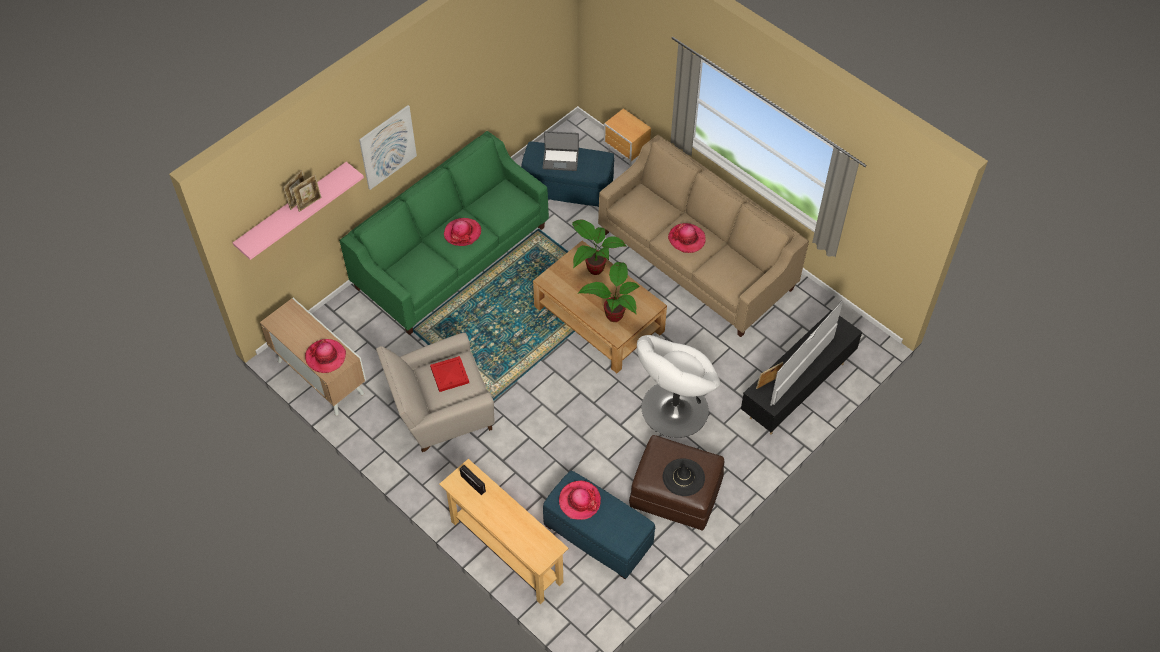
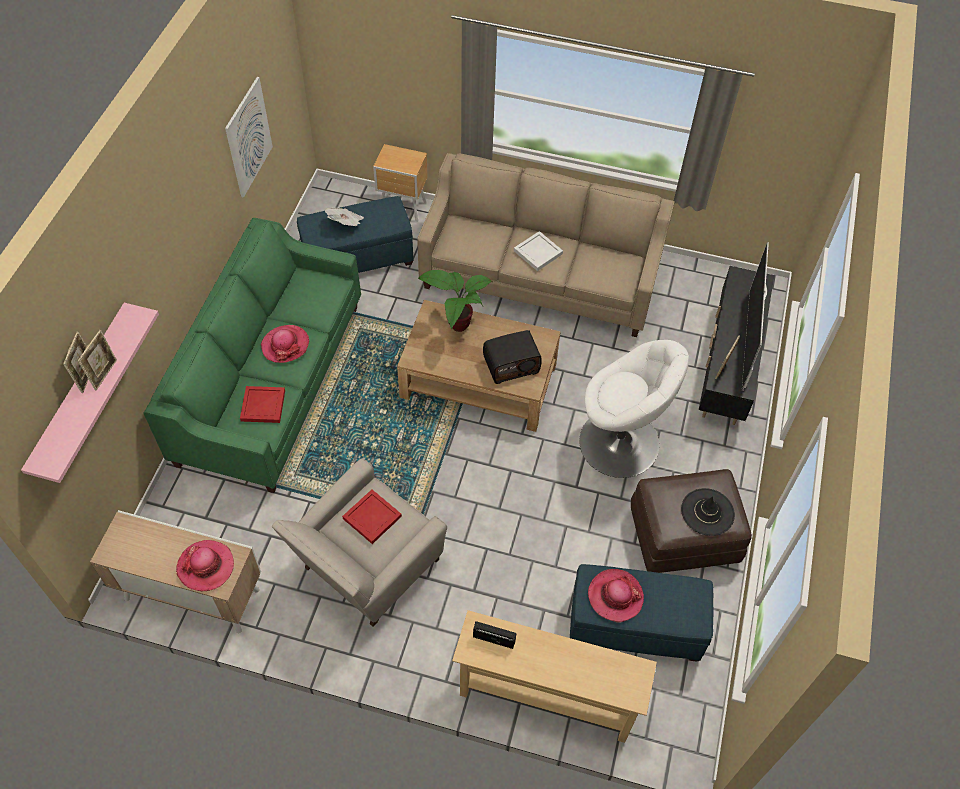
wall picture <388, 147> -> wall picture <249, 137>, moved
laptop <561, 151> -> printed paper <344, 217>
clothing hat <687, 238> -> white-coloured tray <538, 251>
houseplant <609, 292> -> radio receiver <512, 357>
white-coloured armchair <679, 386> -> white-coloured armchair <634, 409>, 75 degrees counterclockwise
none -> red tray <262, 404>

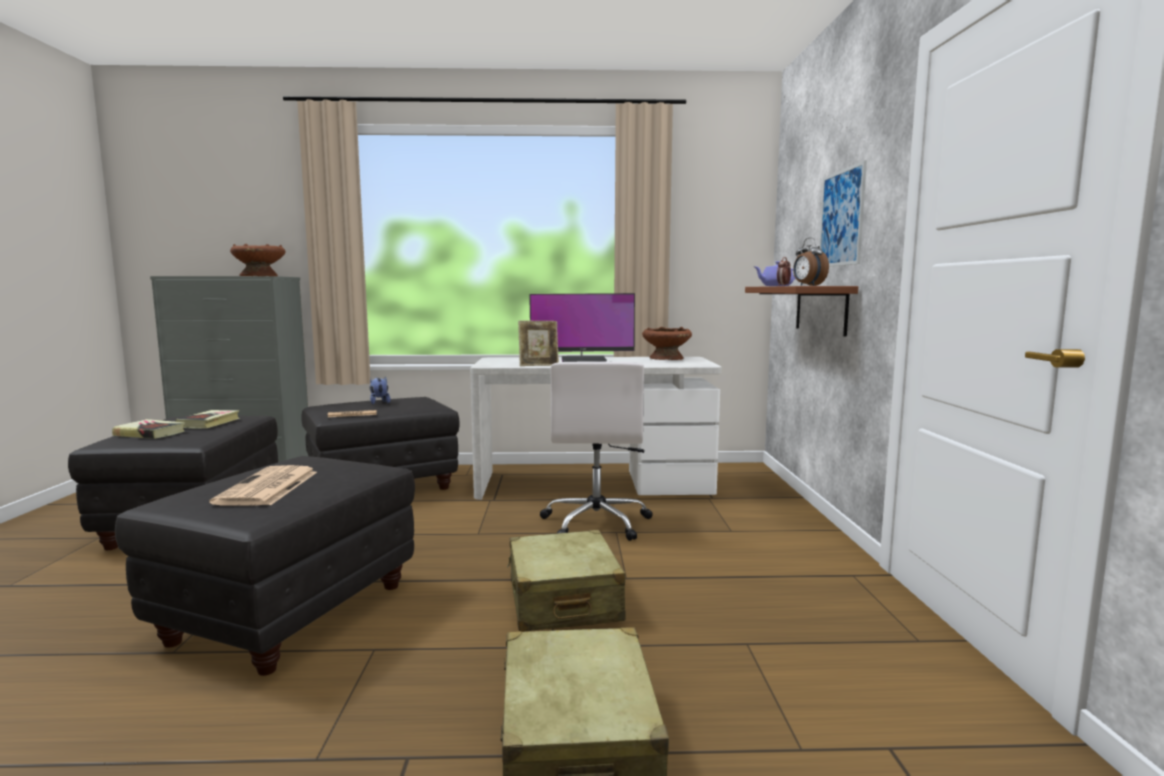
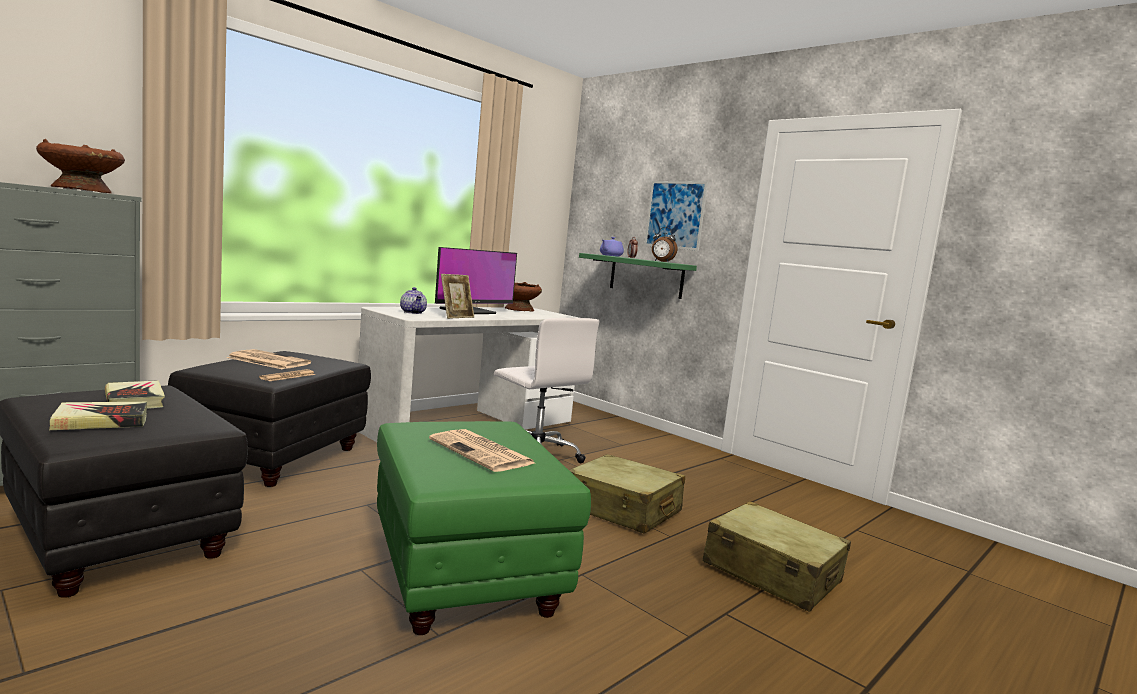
brownish wall shelf <801, 311> -> greenish wall shelf <638, 276>
soft toy <380, 390> -> printed paper <269, 359>
blackish pouffe <265, 566> -> greenish pouffe <484, 528>
none -> pot for tea <413, 300>

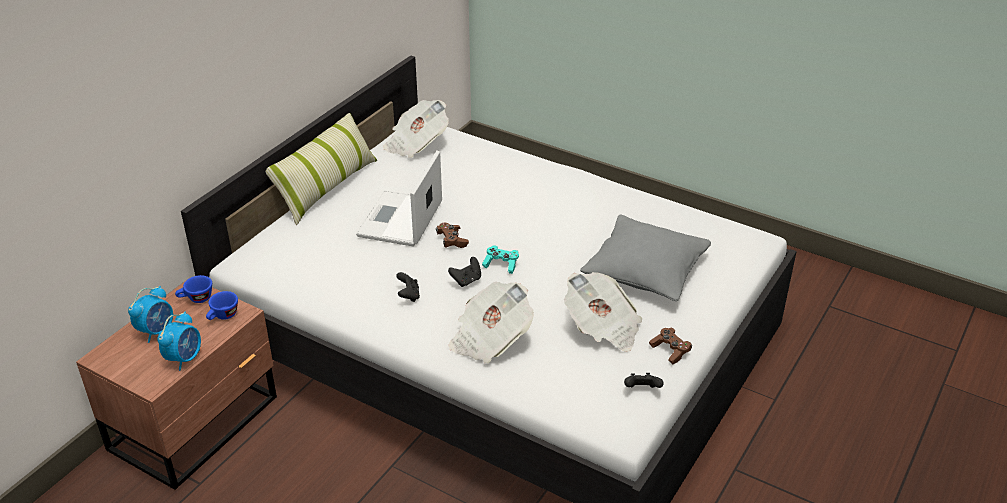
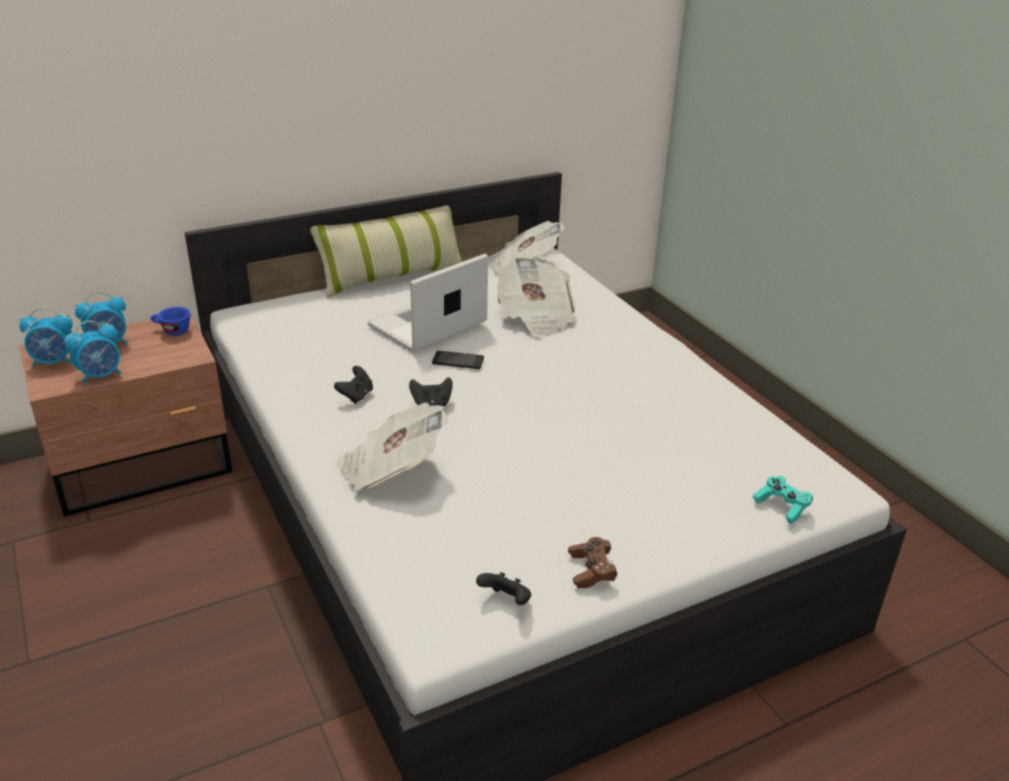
greyish pillow <645, 257> -> none
brownish game controller <452, 235> -> handset <458, 360>
blue-green game controller <500, 259> -> blue-green game controller <783, 500>, moved
printed paper <603, 312> -> printed paper <536, 297>, moved
bluish small cup <222, 305> -> none
none -> table clock <46, 337>

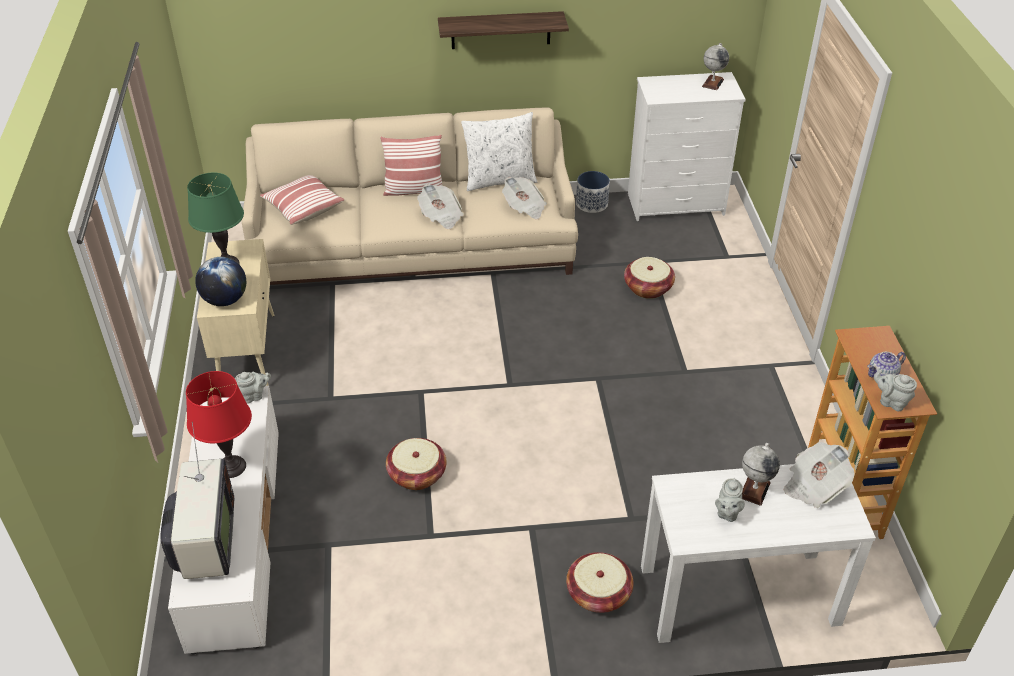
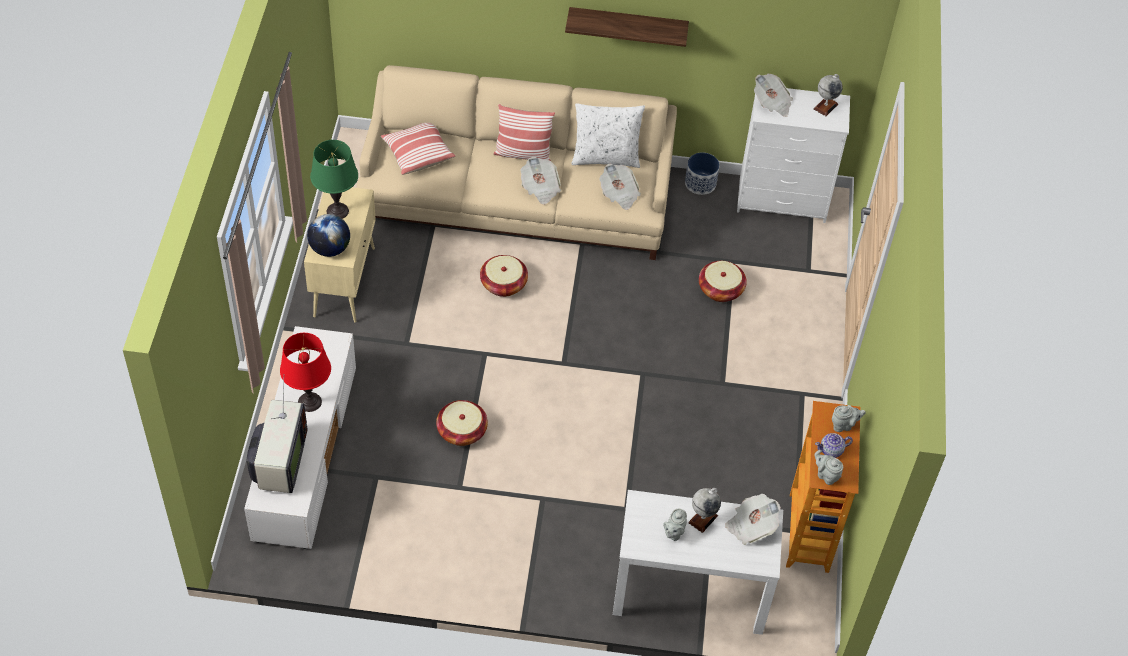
greyish pot for tea <253, 388> -> greyish pot for tea <849, 418>, moved
household basket <600, 582> -> household basket <504, 276>, moved
none -> printed paper <773, 95>

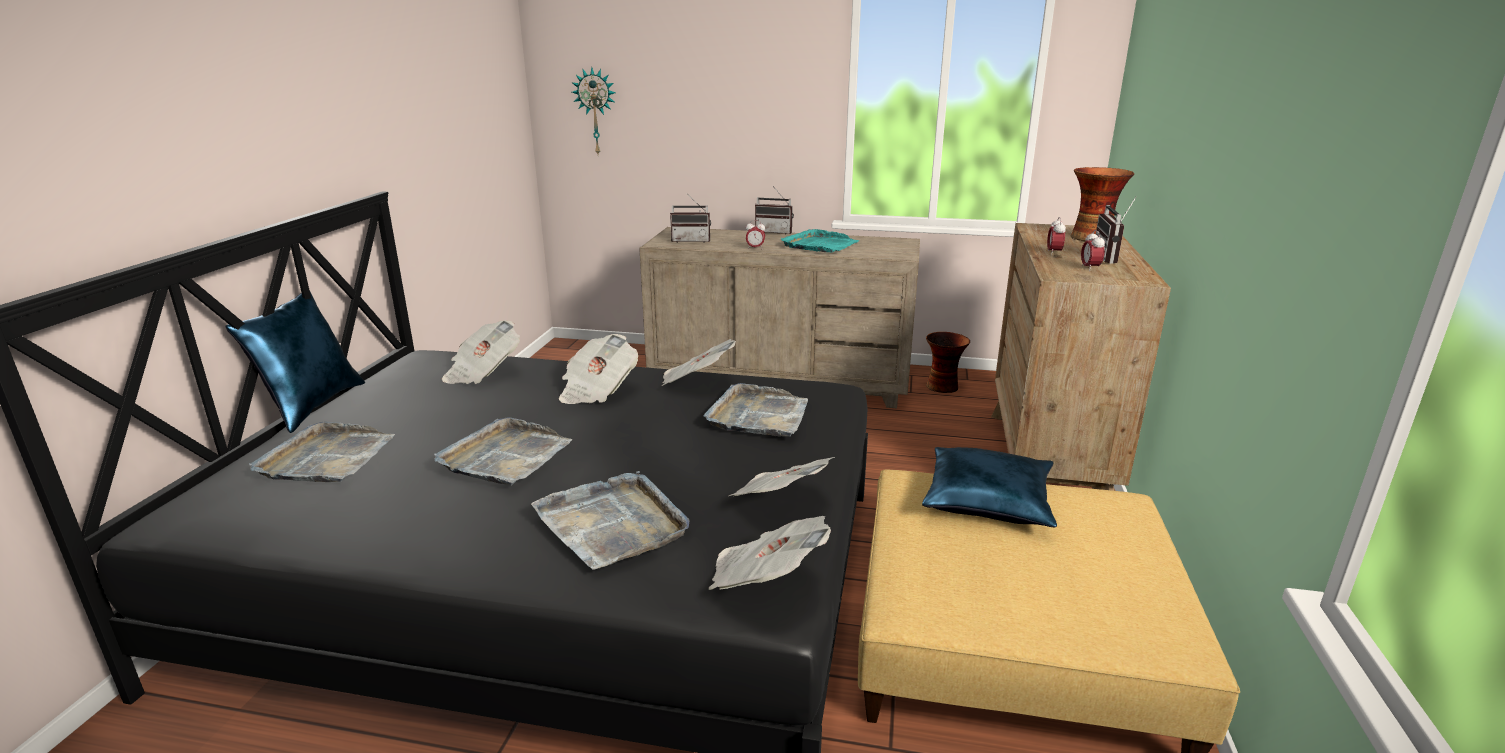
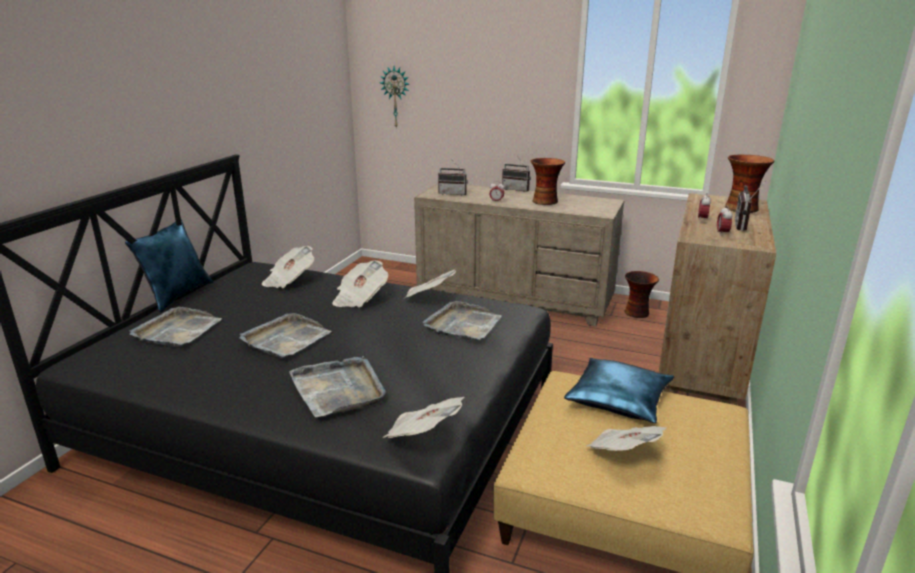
blue-green tray <820, 241> -> flower vase <548, 181>
printed paper <782, 476> -> printed paper <627, 438>, moved

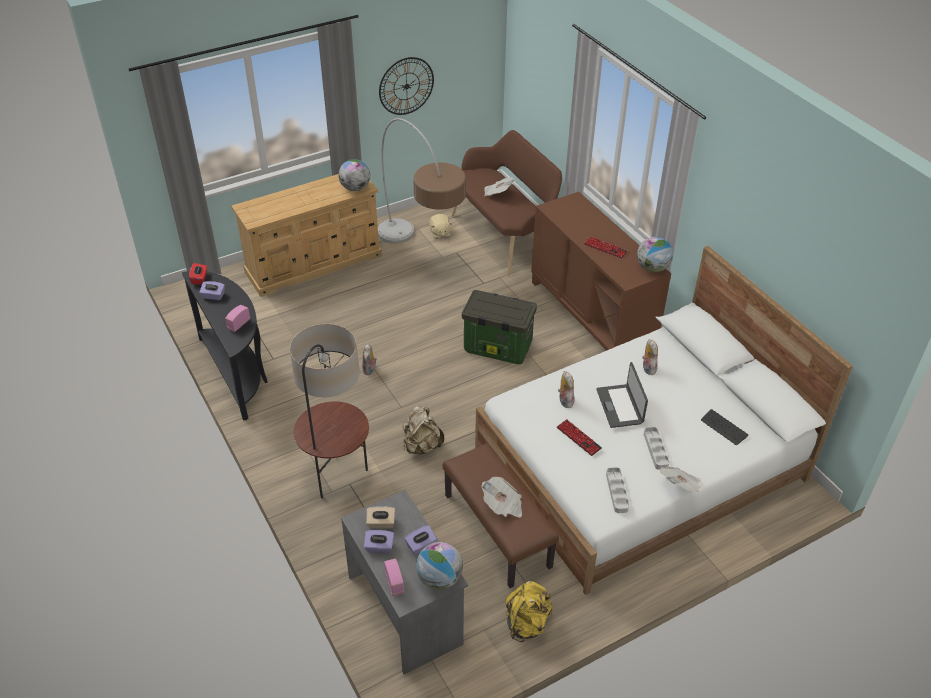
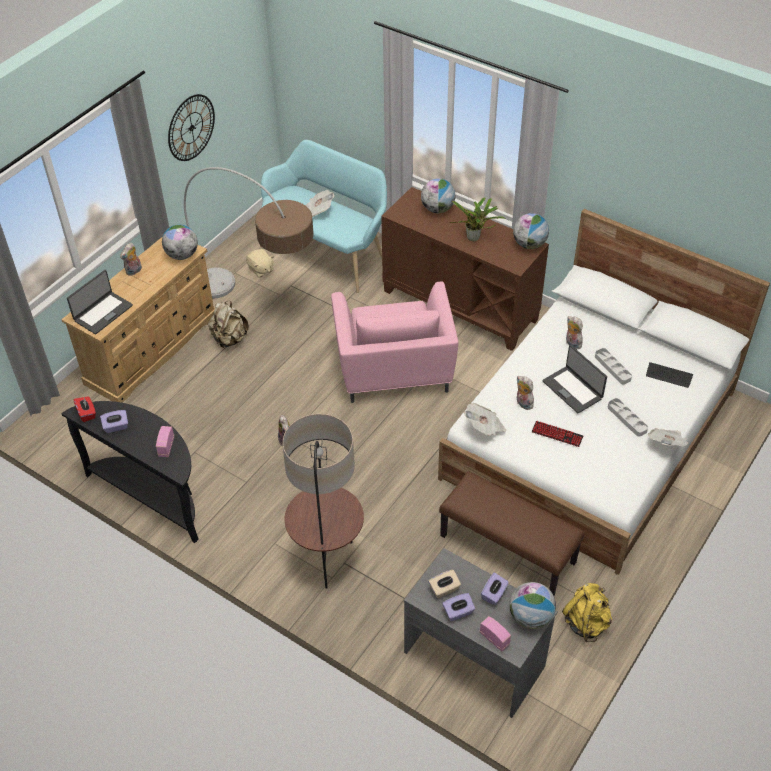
brownish indoor bench <506, 203> -> blue-green indoor bench <323, 216>
computer keyboard <606, 247> -> houseplant <477, 219>
storage box <499, 327> -> pink-coloured armchair <394, 342>
beige rucksack <423, 430> -> beige rucksack <228, 324>, moved
greyish tray <617, 490> -> greyish tray <613, 366>, moved
printed paper <502, 497> -> printed paper <485, 419>, moved
none -> desk globe <438, 195>
none -> soft toy <131, 259>
none -> laptop <100, 302>

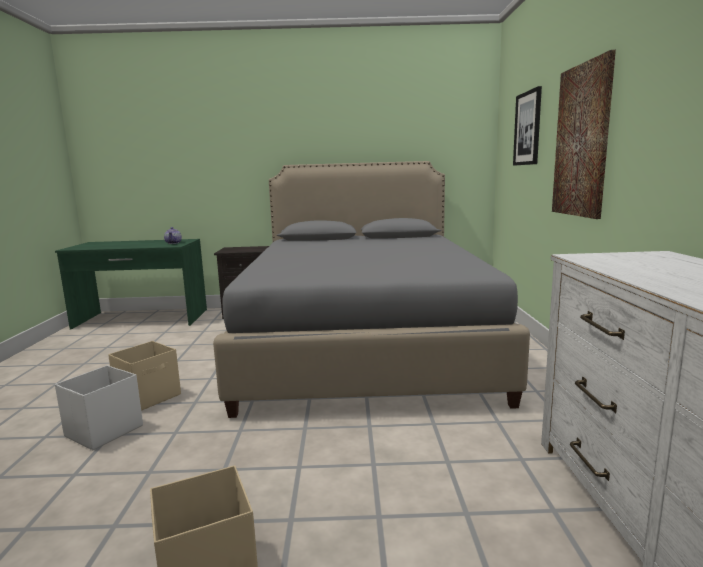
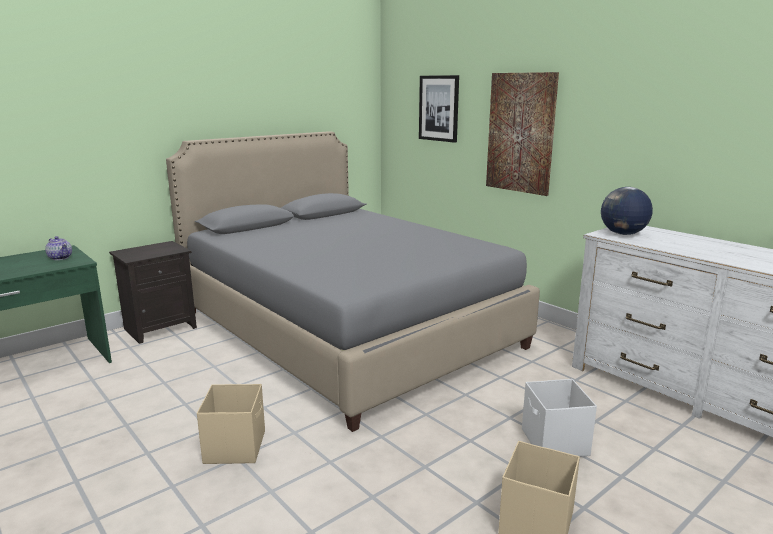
white-coloured storage box <99, 407> -> white-coloured storage box <559, 418>, moved
none -> desk globe <627, 211>

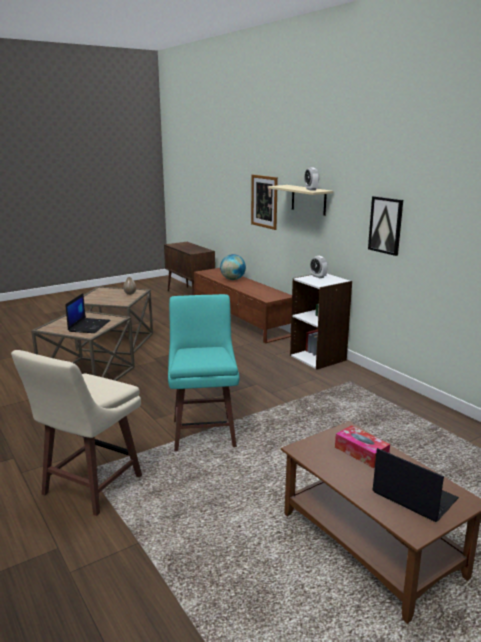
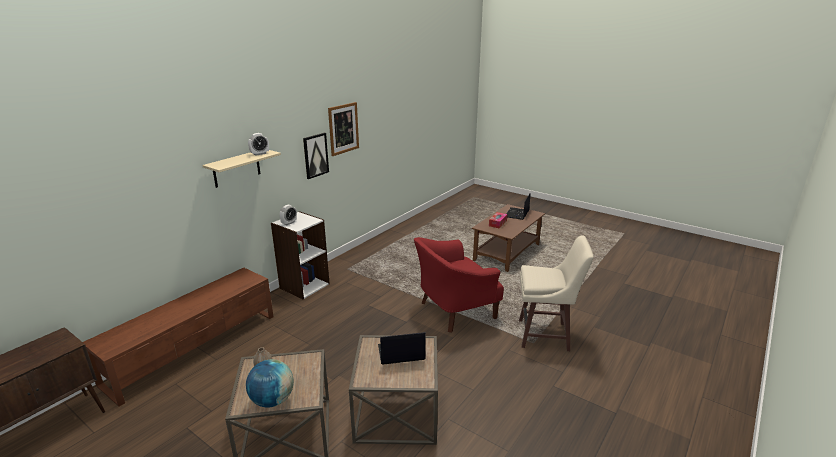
wall picture <264, 202> -> wall picture <343, 129>, moved
desk globe <233, 267> -> desk globe <270, 383>, moved
blue-green sitting stool <203, 372> -> red armchair <459, 285>

